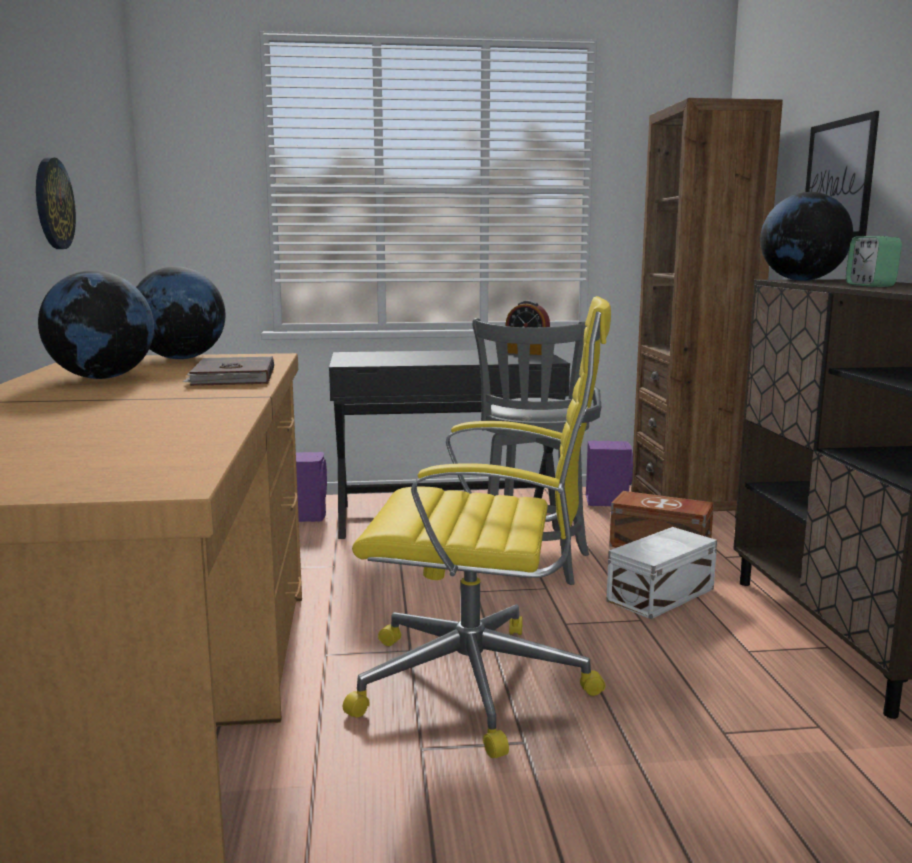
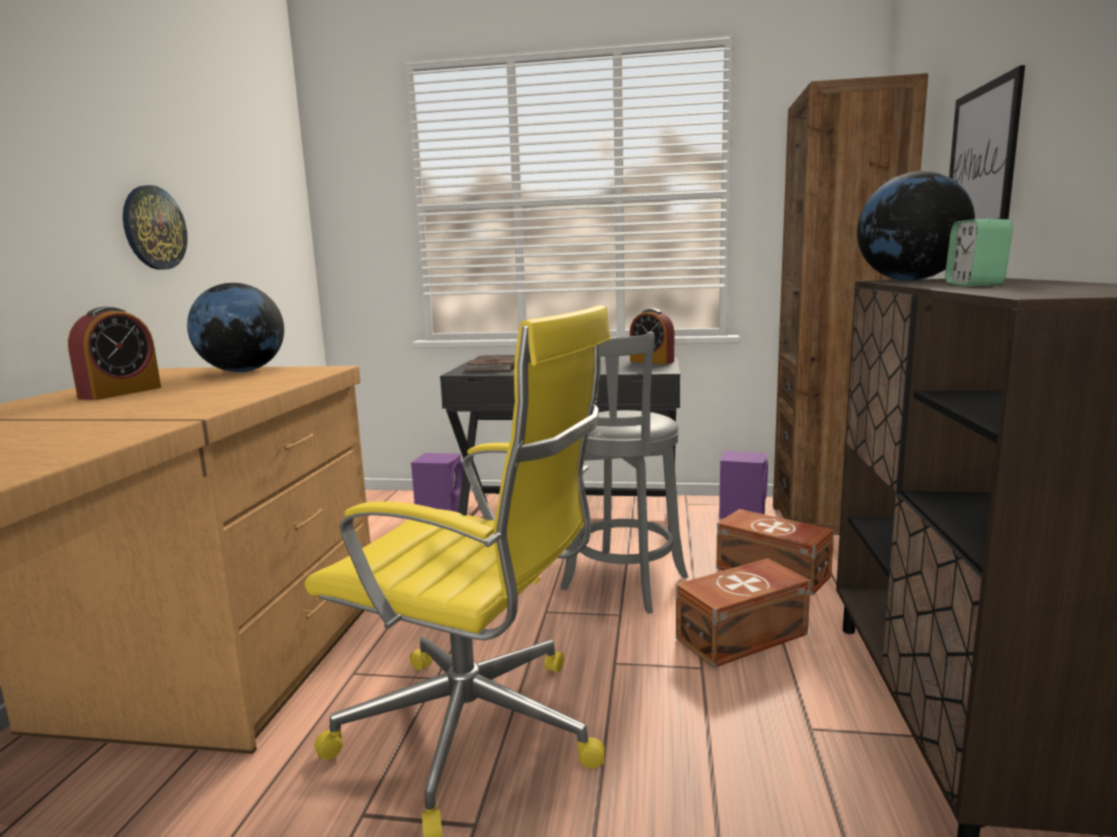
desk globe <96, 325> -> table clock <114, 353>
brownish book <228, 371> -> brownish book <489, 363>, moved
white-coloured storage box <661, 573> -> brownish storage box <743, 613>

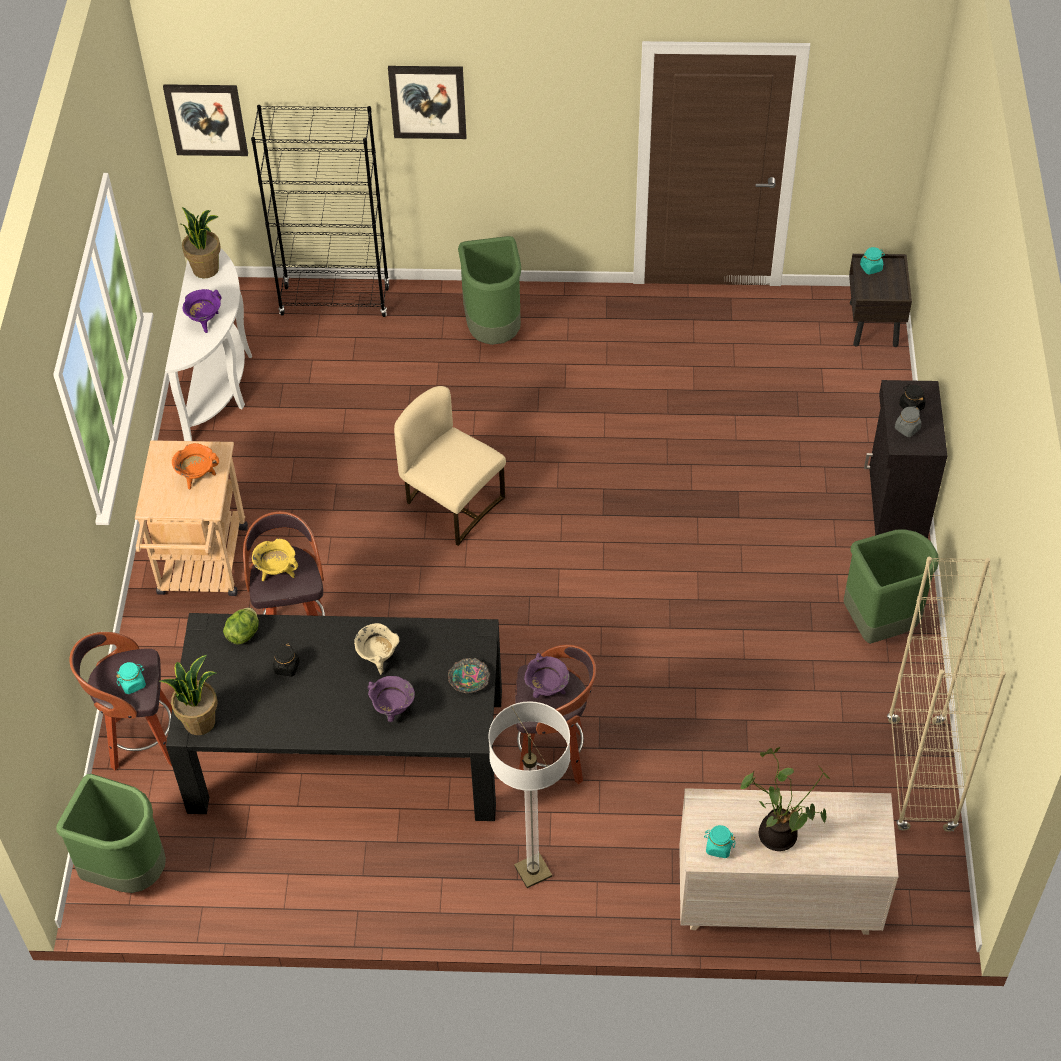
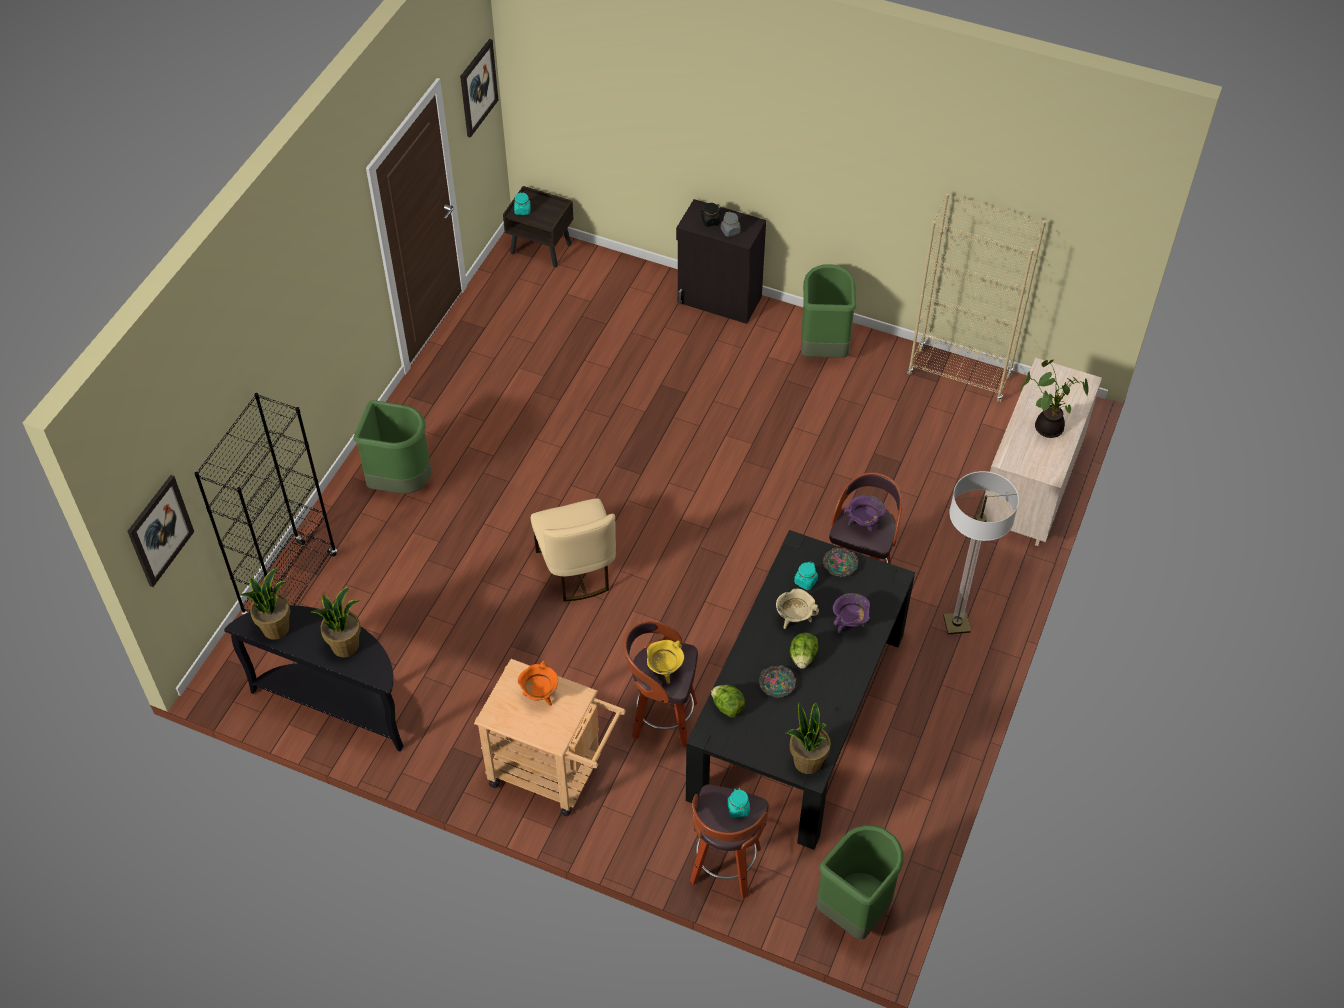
wall picture <427, 102> -> wall picture <479, 88>, moved
white-coloured hall table <208, 344> -> blackish hall table <313, 678>
purplish saucepot <201, 311> -> houseplant <336, 622>
beige upright chair <450, 466> -> beige upright chair <573, 549>, 75 degrees counterclockwise
blackish preserve jar <286, 660> -> serving bowl <777, 681>
blue-green preserve jar <719, 841> -> blue-green preserve jar <806, 576>, moved
none -> lettuce head <804, 651>

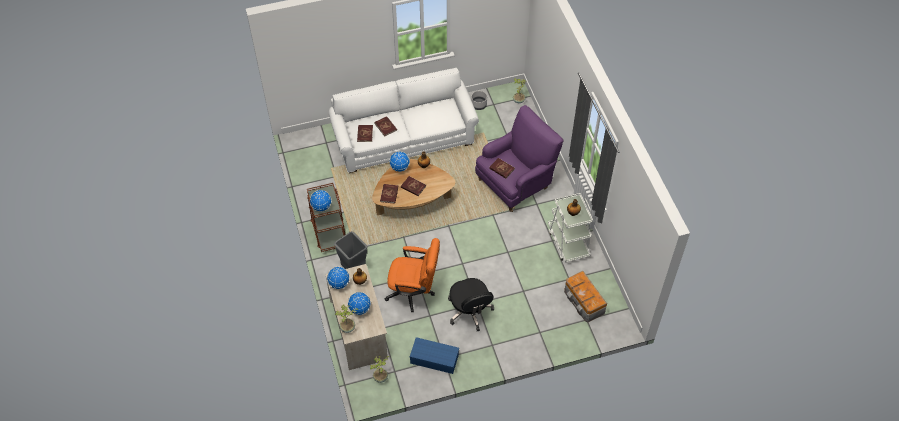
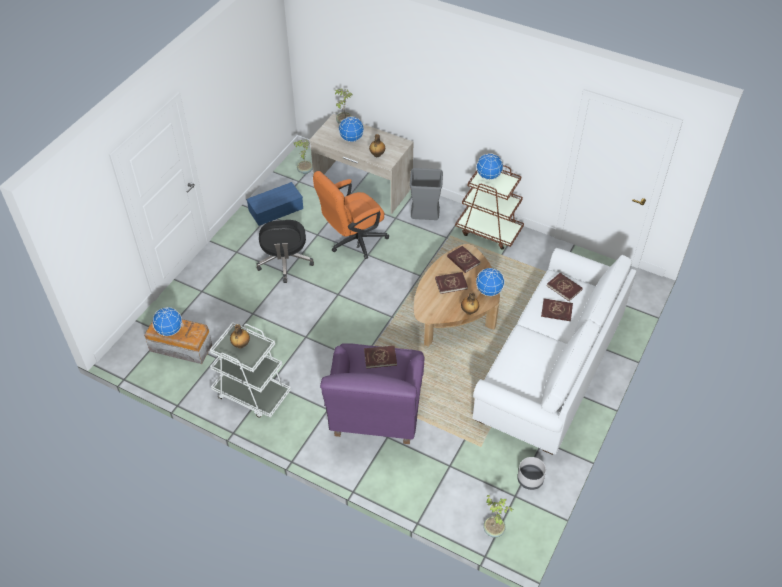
desk globe <338, 278> -> desk globe <167, 321>, moved
blackish desk chair <471, 304> -> blackish desk chair <285, 251>, 120 degrees counterclockwise

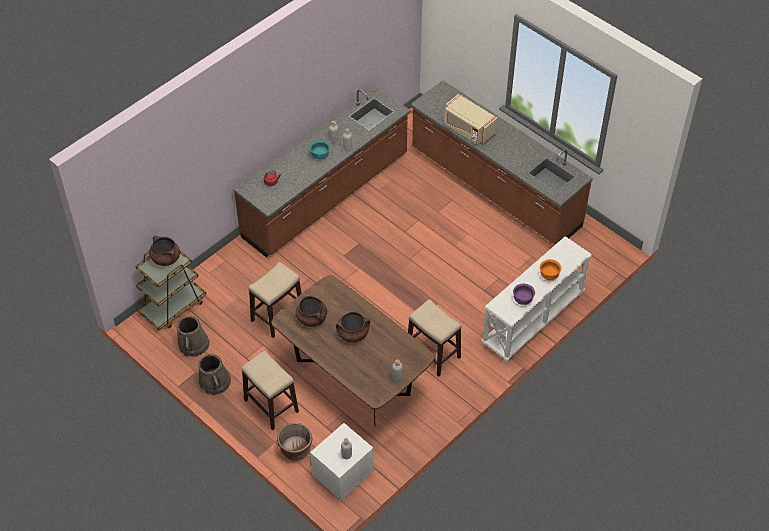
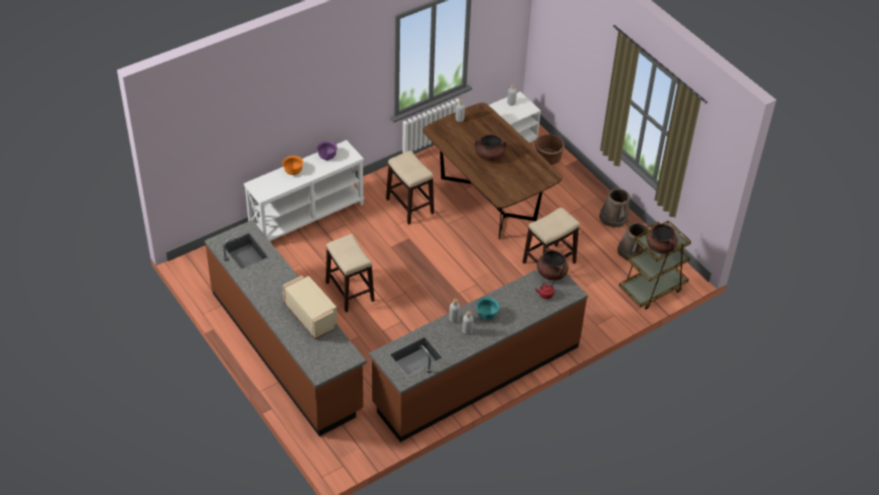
brownish saucepot <311, 311> -> brownish saucepot <552, 264>, moved
sitting stool <270, 390> -> sitting stool <350, 273>, moved

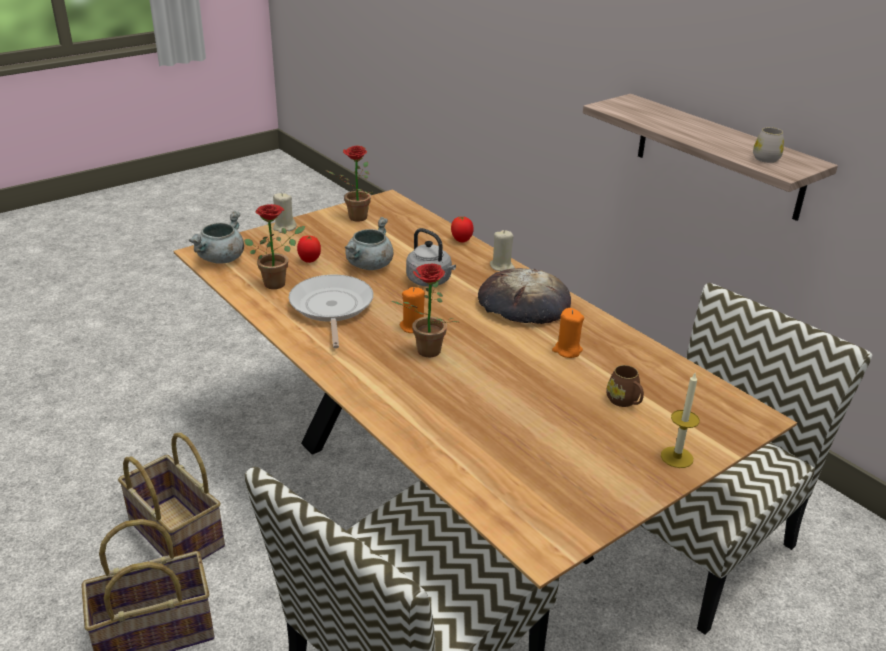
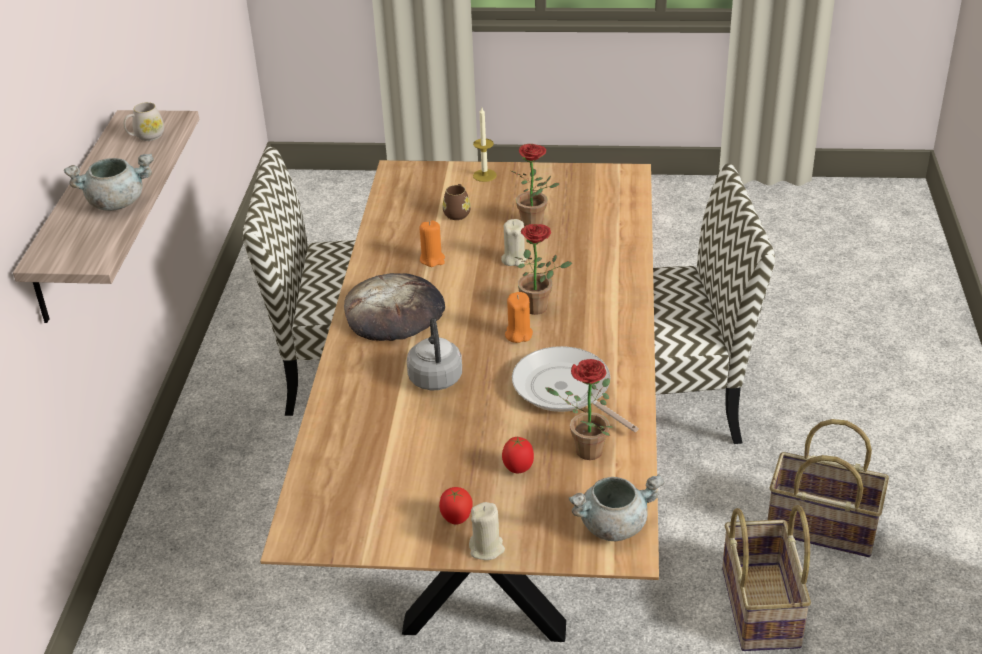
houseplant <350, 184> -> houseplant <535, 185>, moved
tomato <462, 229> -> tomato <455, 506>, moved
greyish saucepot <369, 243> -> greyish saucepot <109, 182>, moved
beige candle <502, 250> -> beige candle <514, 242>, moved
skillet <331, 311> -> skillet <575, 389>, 105 degrees clockwise

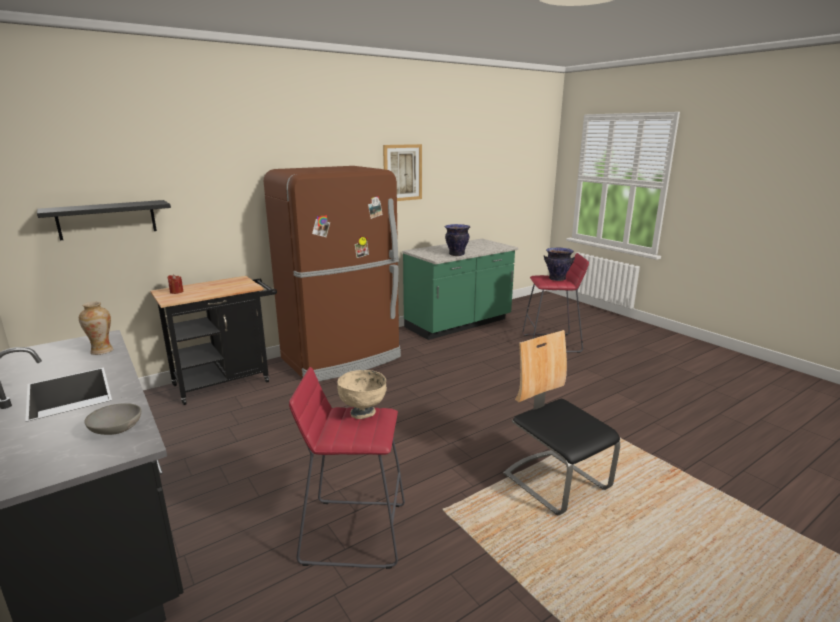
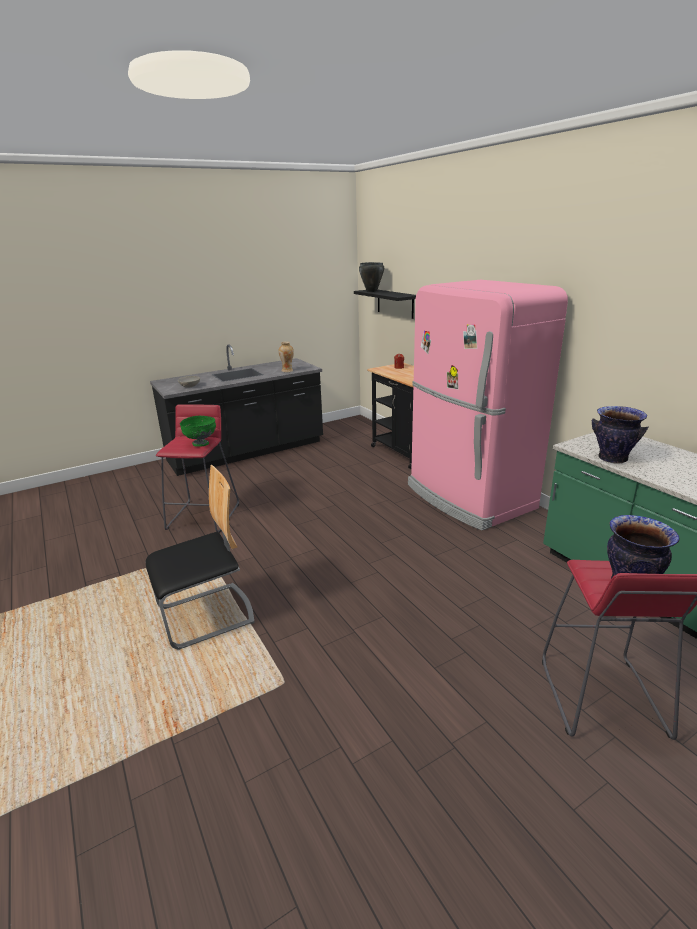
wall picture <402, 172> -> none
brownish fridge <332, 274> -> pink-coloured fridge <488, 405>
beige serving bowl <362, 394> -> greenish serving bowl <198, 431>
none -> blackish saucepot <371, 277>

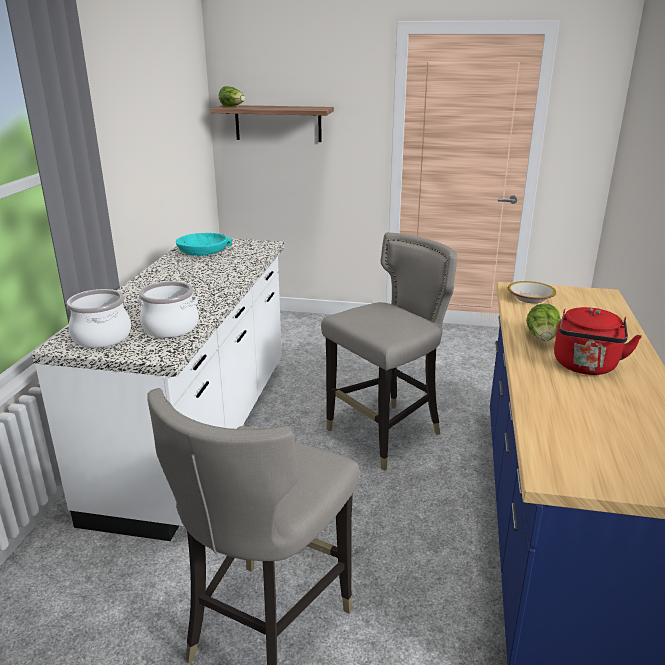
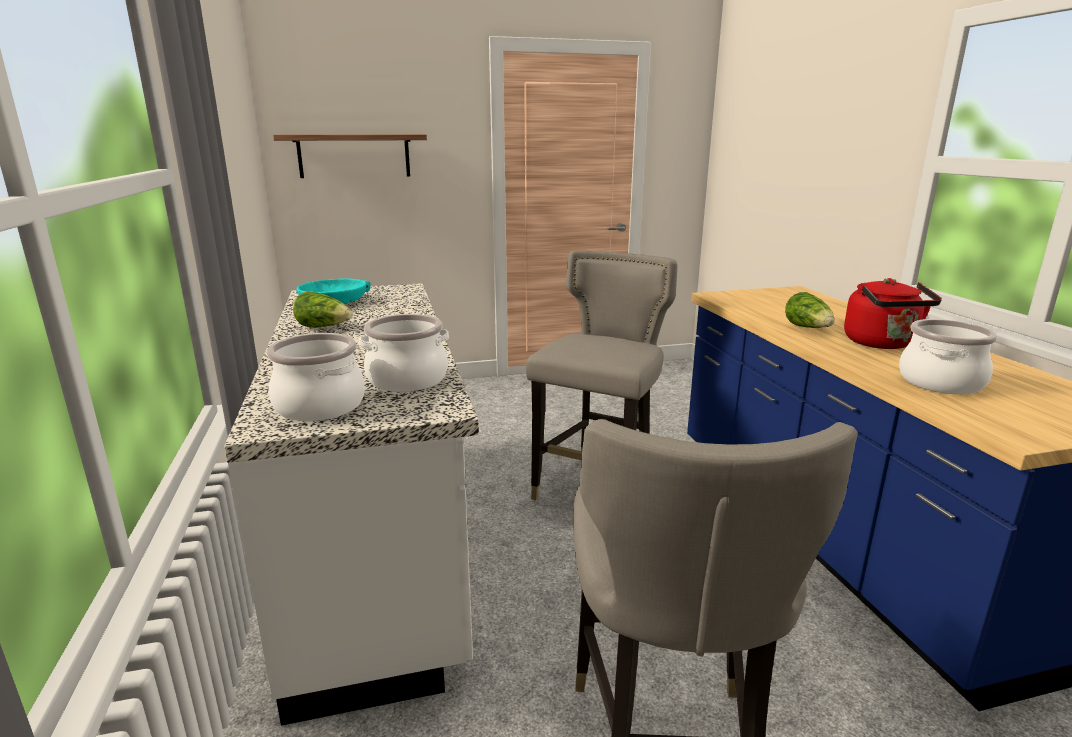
lettuce head <232, 96> -> lettuce head <323, 309>, moved
serving bowl <532, 292> -> none
none -> saucepot <948, 356>

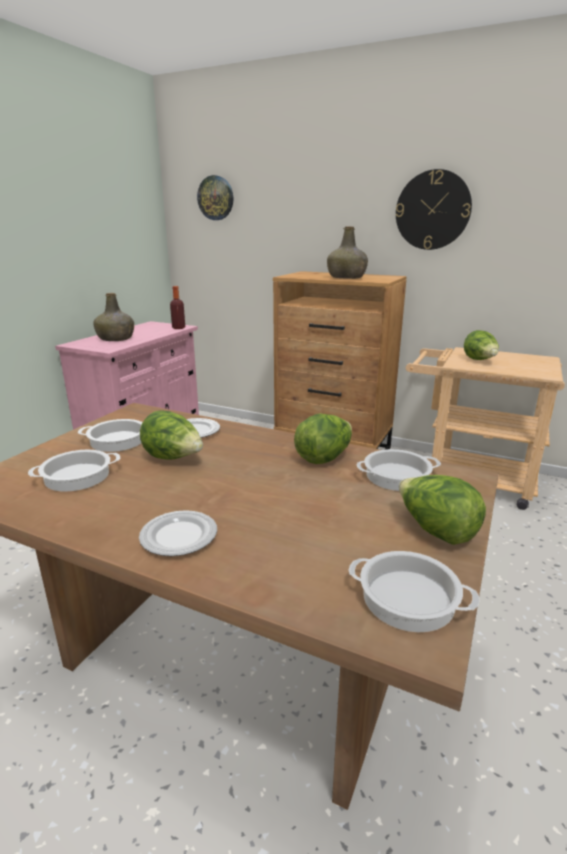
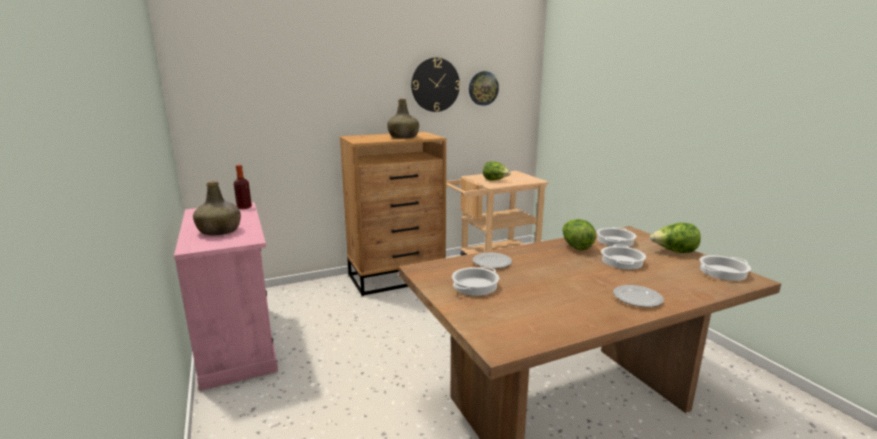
wall clock <215, 197> -> wall clock <484, 88>, moved
lettuce head <171, 435> -> none
saucepot <74, 471> -> saucepot <623, 256>, moved

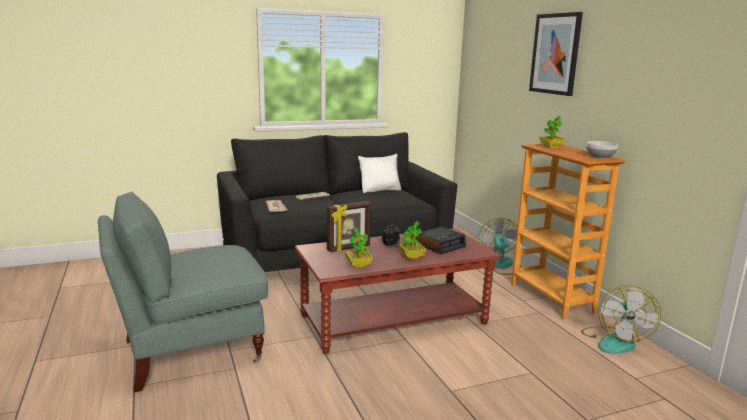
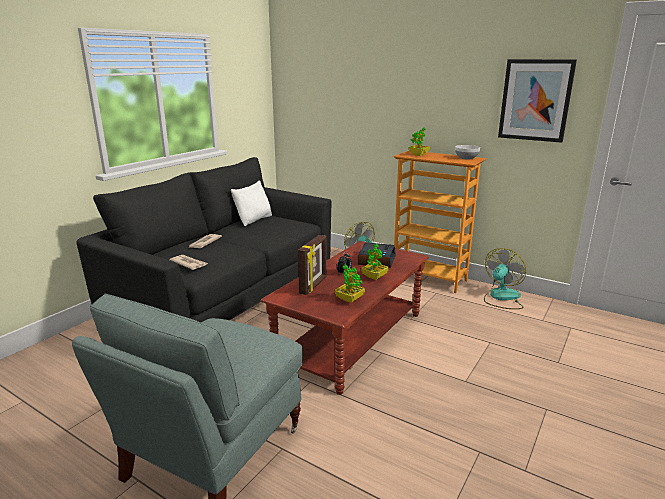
wall picture <556, 54> -> wall picture <537, 101>, moved
electric fan <621, 319> -> electric fan <505, 278>, 120 degrees counterclockwise

